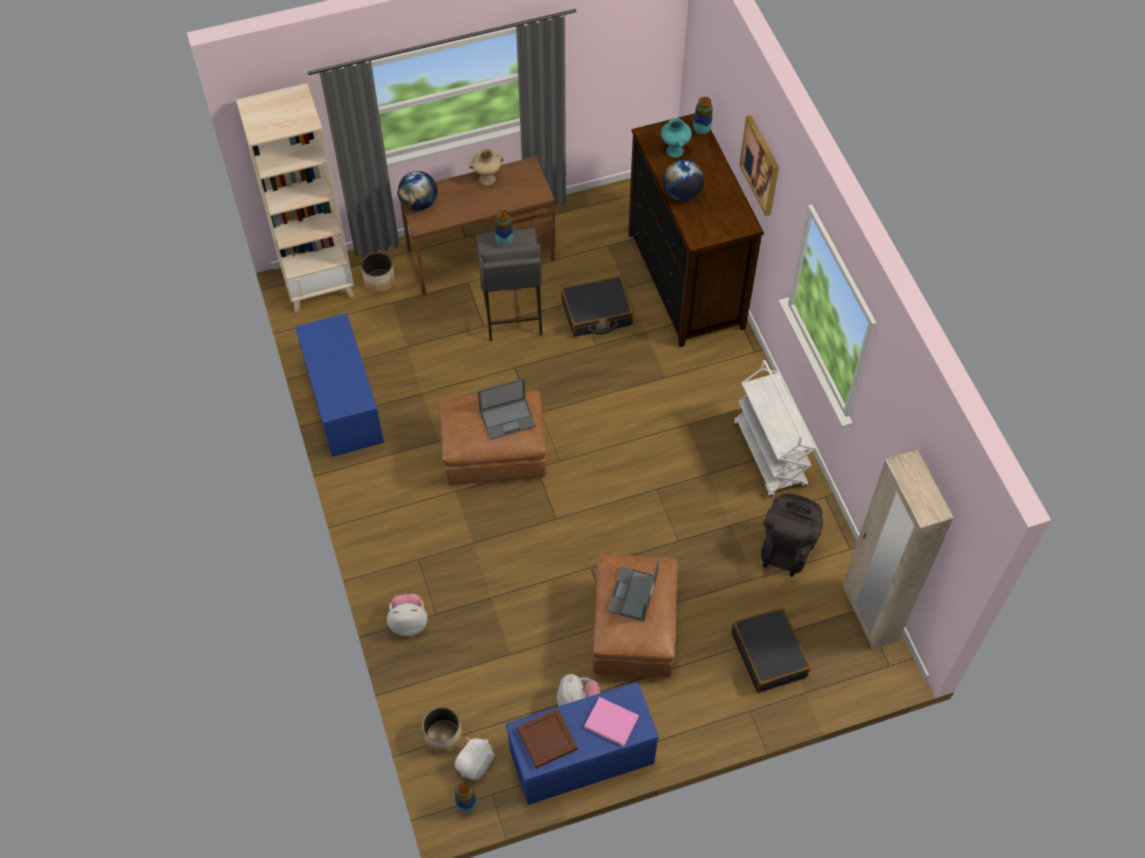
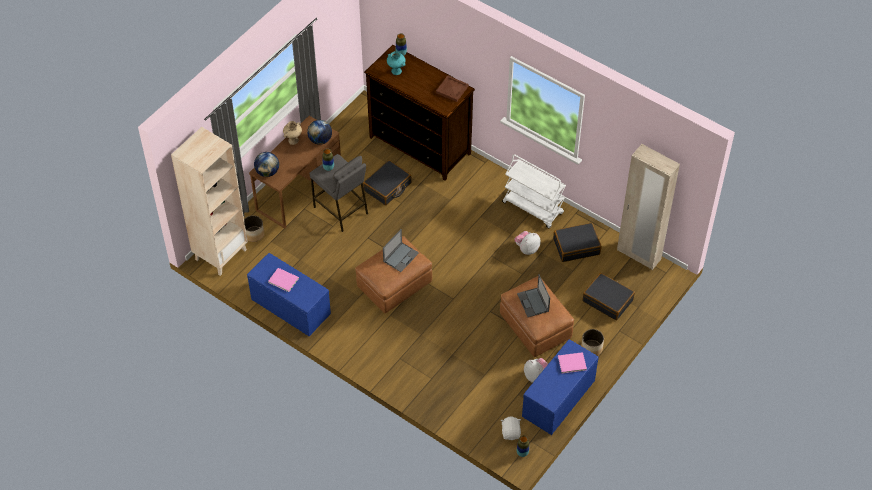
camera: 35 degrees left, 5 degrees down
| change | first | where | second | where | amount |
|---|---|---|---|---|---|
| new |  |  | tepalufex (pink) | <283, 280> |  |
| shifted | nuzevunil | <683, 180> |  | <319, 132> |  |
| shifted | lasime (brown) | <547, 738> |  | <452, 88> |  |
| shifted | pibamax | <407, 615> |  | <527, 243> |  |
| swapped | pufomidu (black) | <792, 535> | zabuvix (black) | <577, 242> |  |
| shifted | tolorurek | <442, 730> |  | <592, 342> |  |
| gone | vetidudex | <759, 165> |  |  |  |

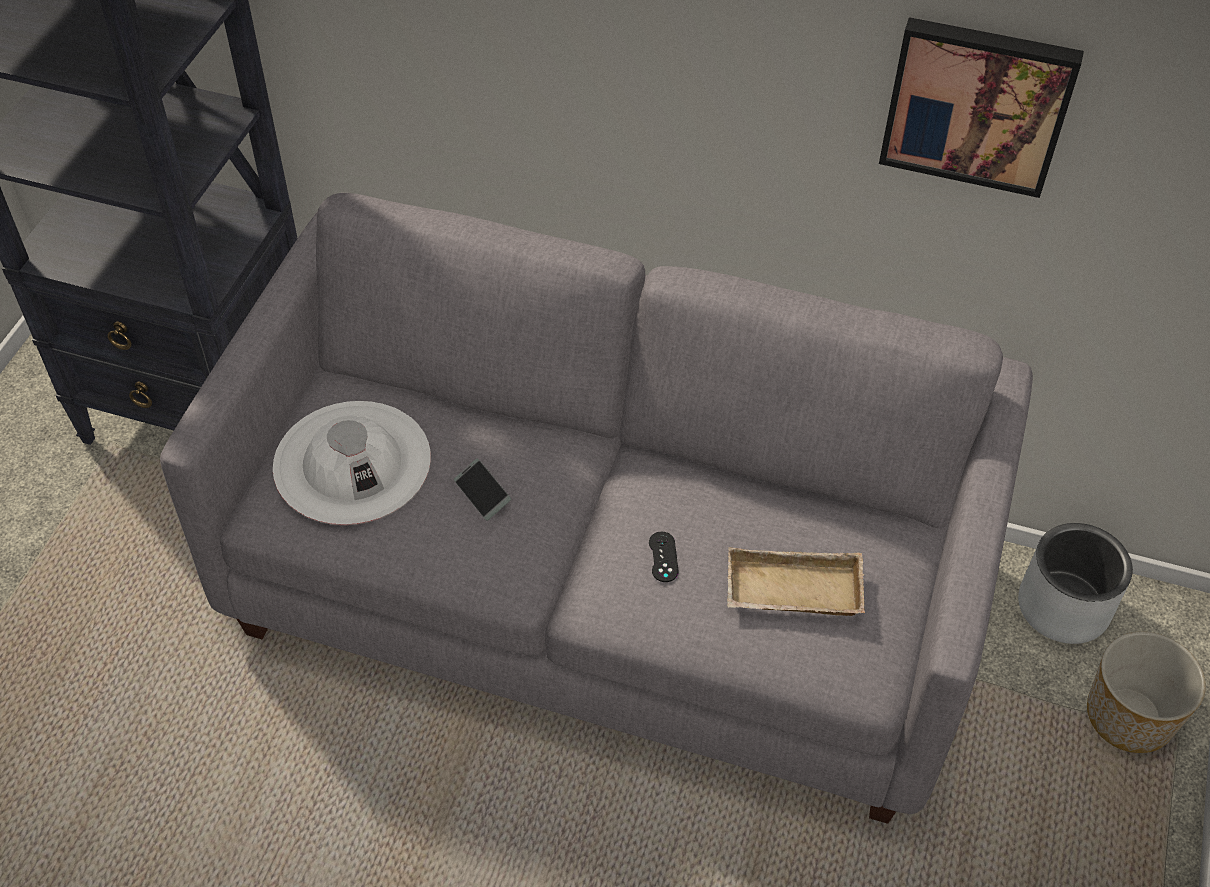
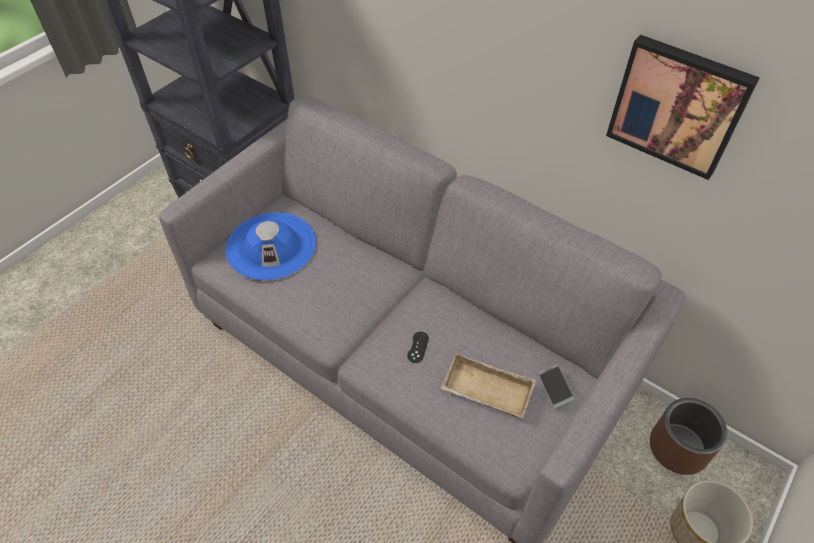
camera: 20 degrees right, 0 degrees up
| change | first | where | second | where | amount |
|---|---|---|---|---|---|
| repainted | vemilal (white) | <352, 463> | vemilal (blue) | <271, 246> |  |
| shifted | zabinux | <482, 490> |  | <556, 386> |  |
| repainted | tolorurek (grey) | <1075, 583> | tolorurek (brown) | <689, 436> |  |

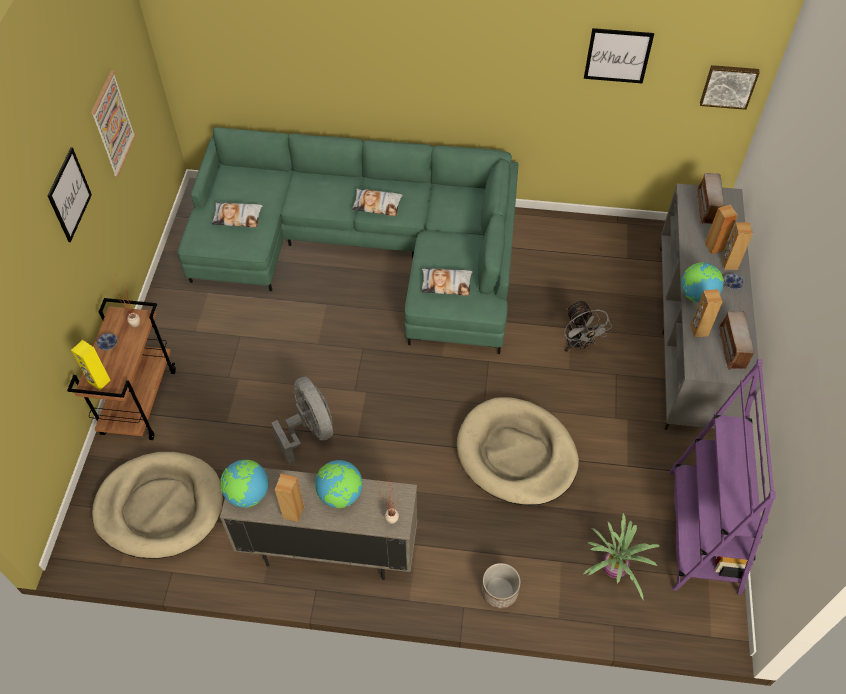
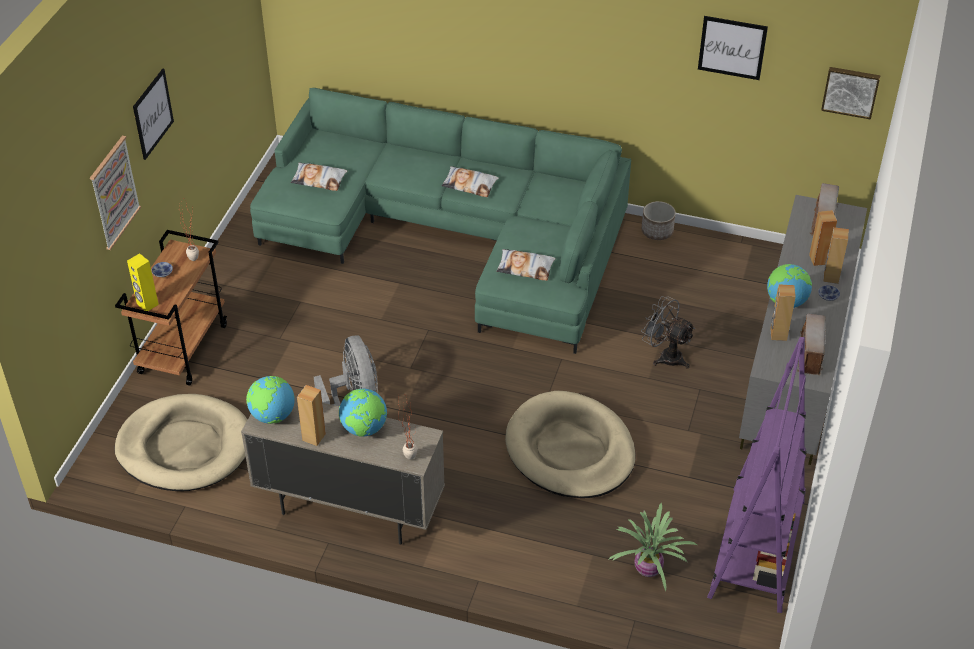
camera: 10 degrees right, 10 degrees down
| change | first | where | second | where | amount |
|---|---|---|---|---|---|
| shifted | vetidudex | <113, 123> |  | <115, 193> |  |
| rotated | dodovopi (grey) | <588, 326> |  | <668, 332> | 135 degrees clockwise |
| shifted | tolorurek | <501, 586> |  | <659, 220> |  |

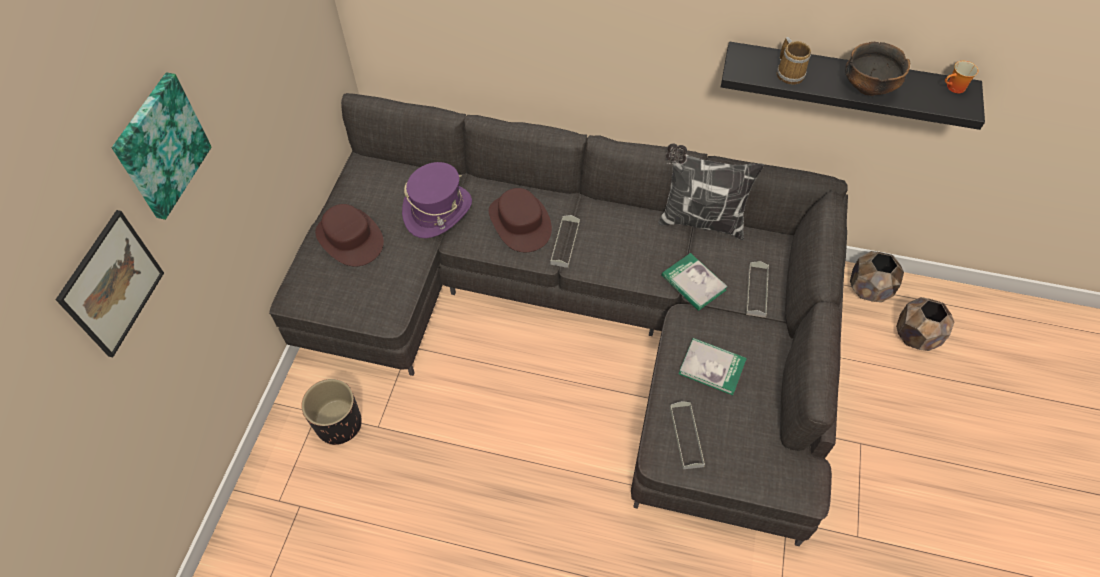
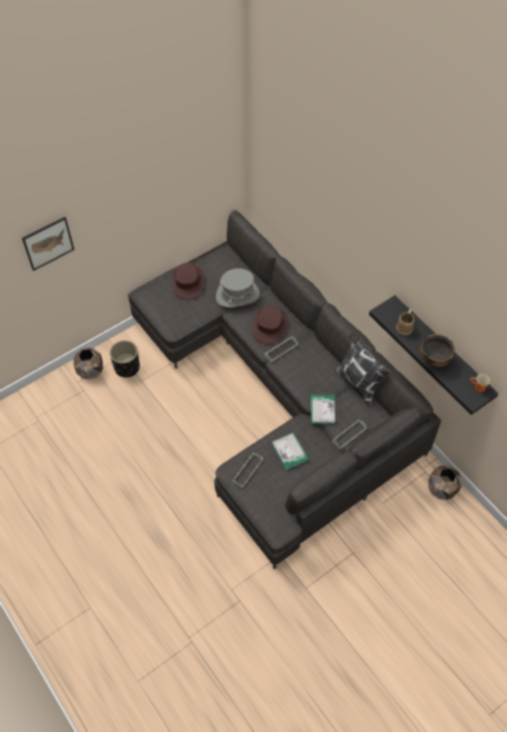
camera: 40 degrees right, 0 degrees up
| change | first | where | second | where | amount |
|---|---|---|---|---|---|
| shifted | tolorurek (brown) | <925, 324> |  | <88, 363> |  |
| repainted | vemilal (purple) | <437, 200> | vemilal (grey) | <238, 288> |  |
| gone | vetidudex | <161, 146> |  |  |  |

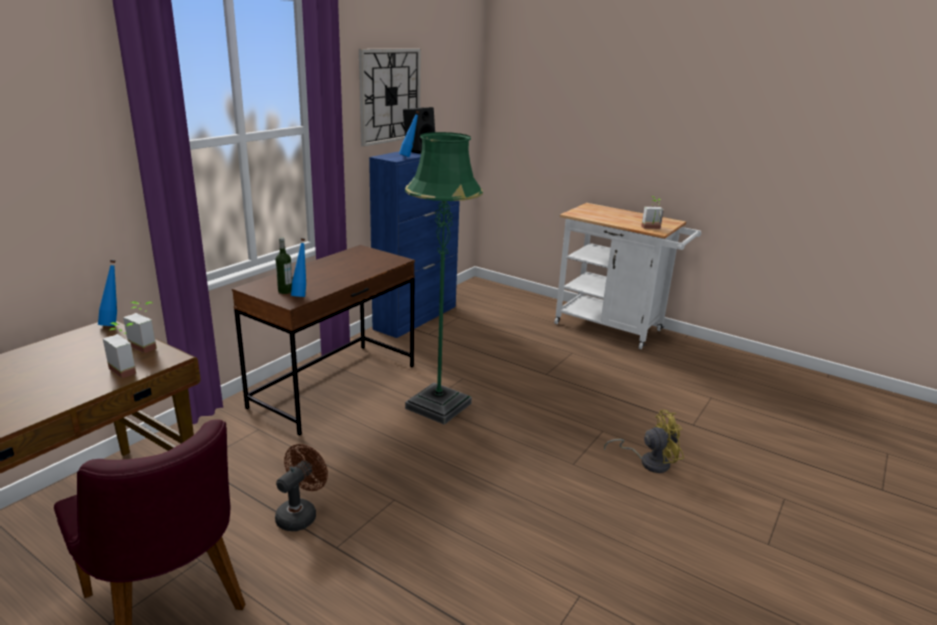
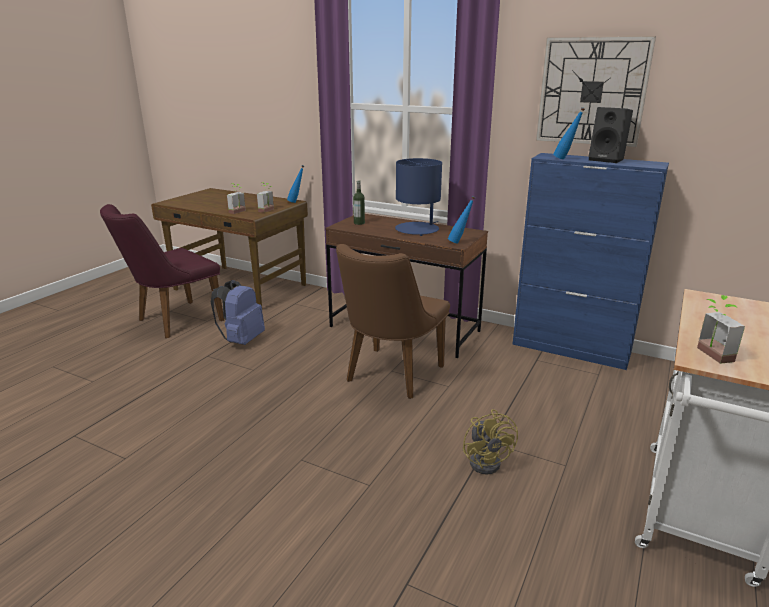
camera: 85 degrees right, 0 degrees up
| change | first | where | second | where | amount |
|---|---|---|---|---|---|
| swapped | dodovopi (brown) | <301, 487> | pufomidu (blue) | <238, 312> |  |
| swapped | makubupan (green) | <444, 278> | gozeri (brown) | <393, 321> |  |
| new |  |  | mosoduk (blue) | <418, 197> |  |
| shifted | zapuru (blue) | <298, 267> |  | <461, 219> |  |
| shifted | dodovopi (yellow) | <644, 441> |  | <490, 442> |  |

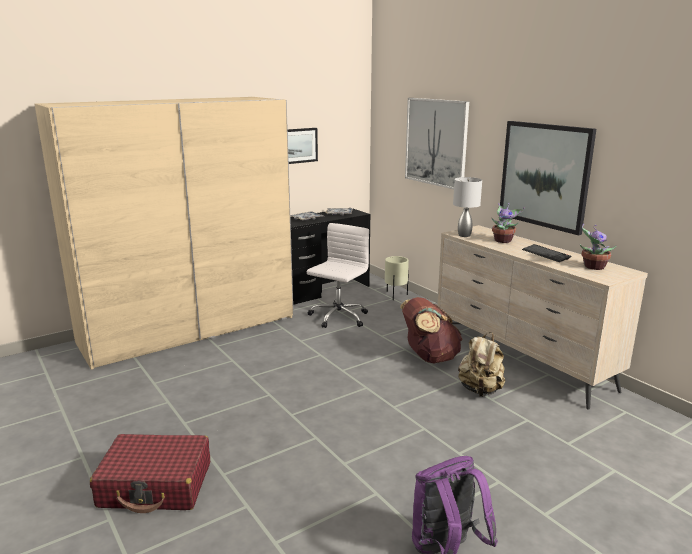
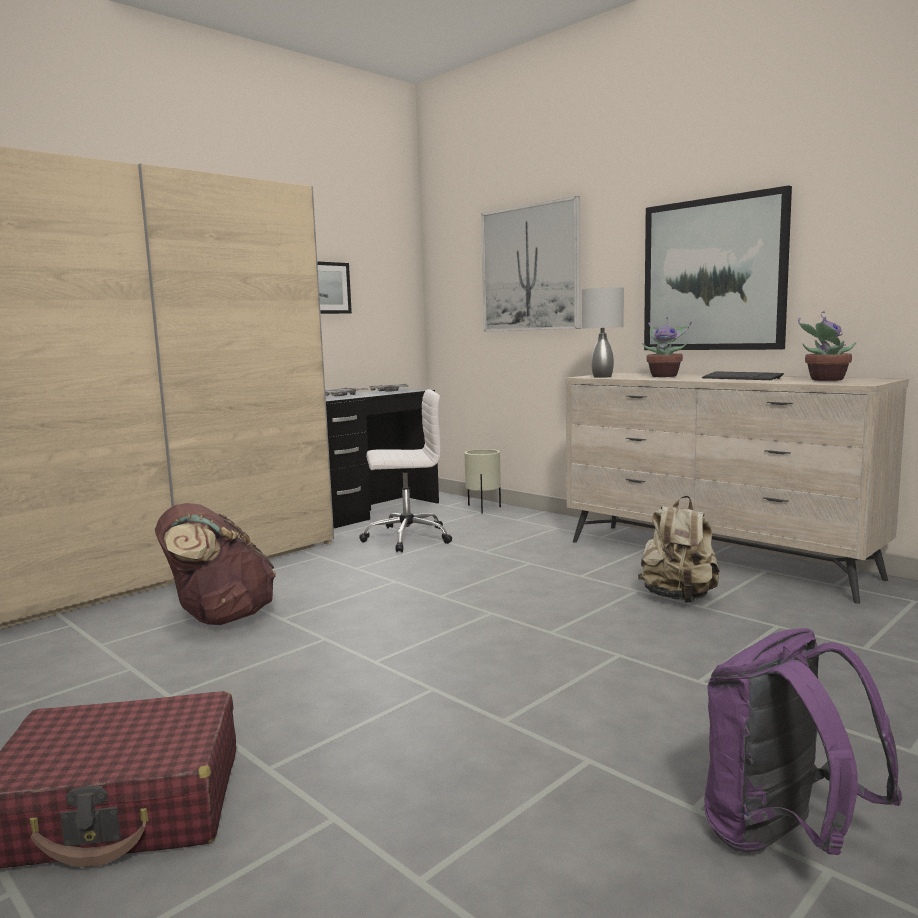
camera: 10 degrees left, 10 degrees down
| change | first | where | second | where | amount |
|---|---|---|---|---|---|
| shifted | pufomidu (brown) | <431, 330> |  | <215, 564> |  |
| rotated | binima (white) | <338, 275> |  | <405, 470> | 60 degrees clockwise |

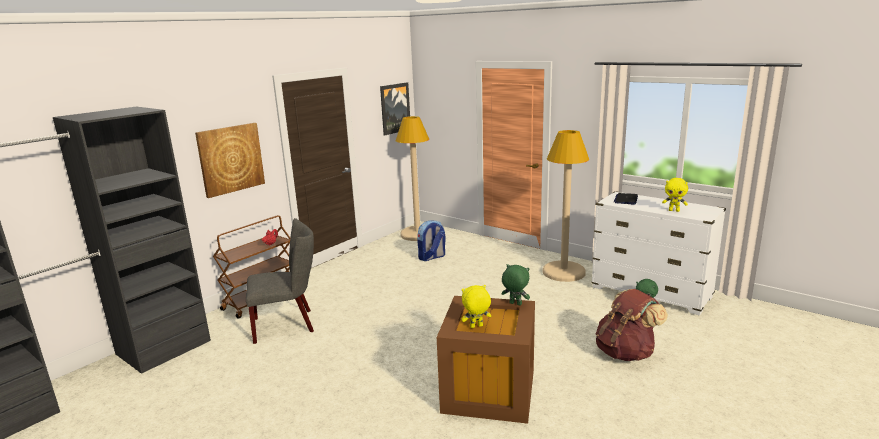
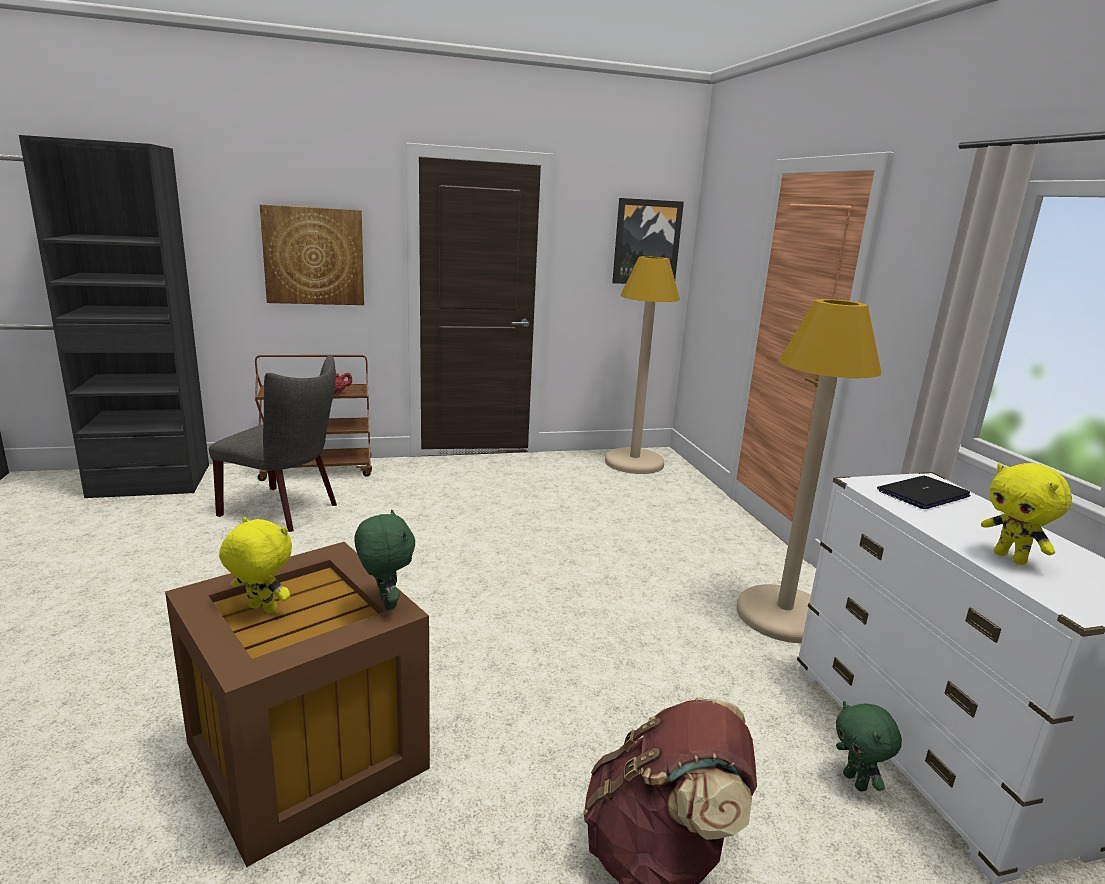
camera: 35 degrees right, 0 degrees up
| change | first | where | second | where | amount |
|---|---|---|---|---|---|
| gone | pufomidu | <431, 241> |  |  |  |

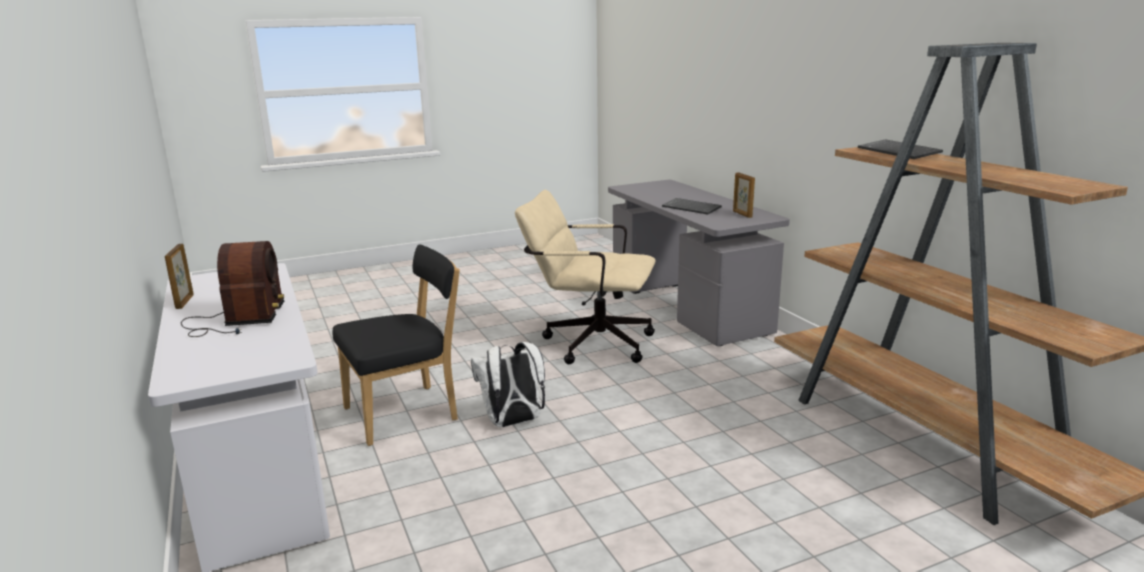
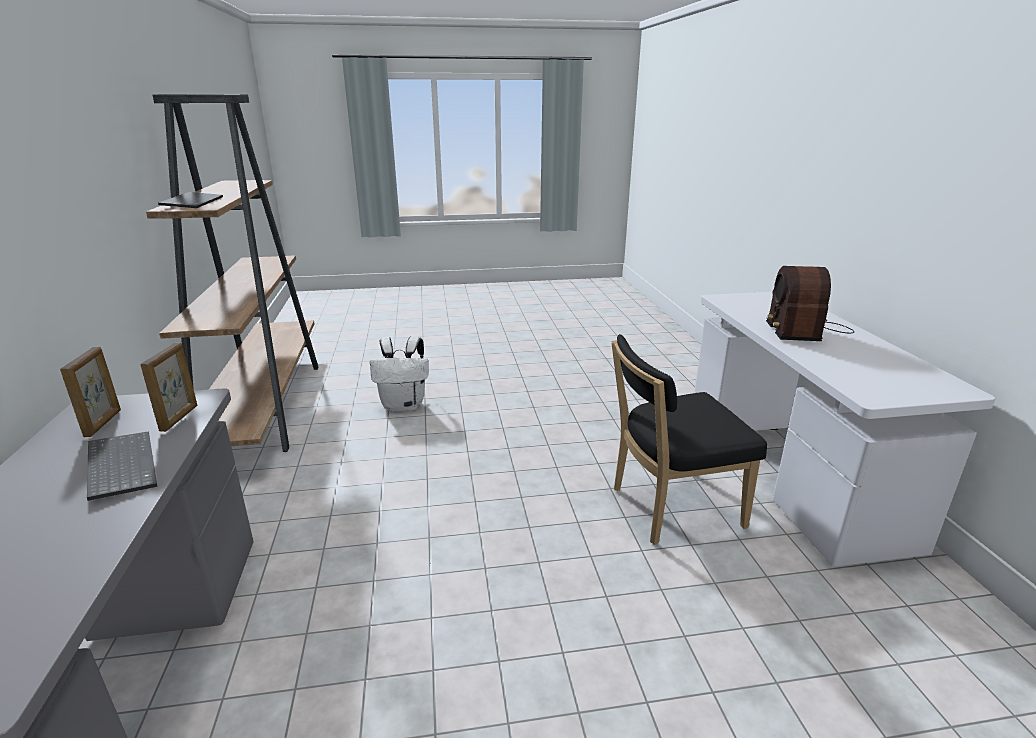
camera: 165 degrees left, 5 degrees up
| change | first | where | second | where | amount |
|---|---|---|---|---|---|
| shifted | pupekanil | <179, 276> |  | <168, 387> |  |
| shifted | pufomidu (white) | <508, 384> |  | <399, 374> |  |
| gone | binima (beige) | <585, 277> |  |  |  |

